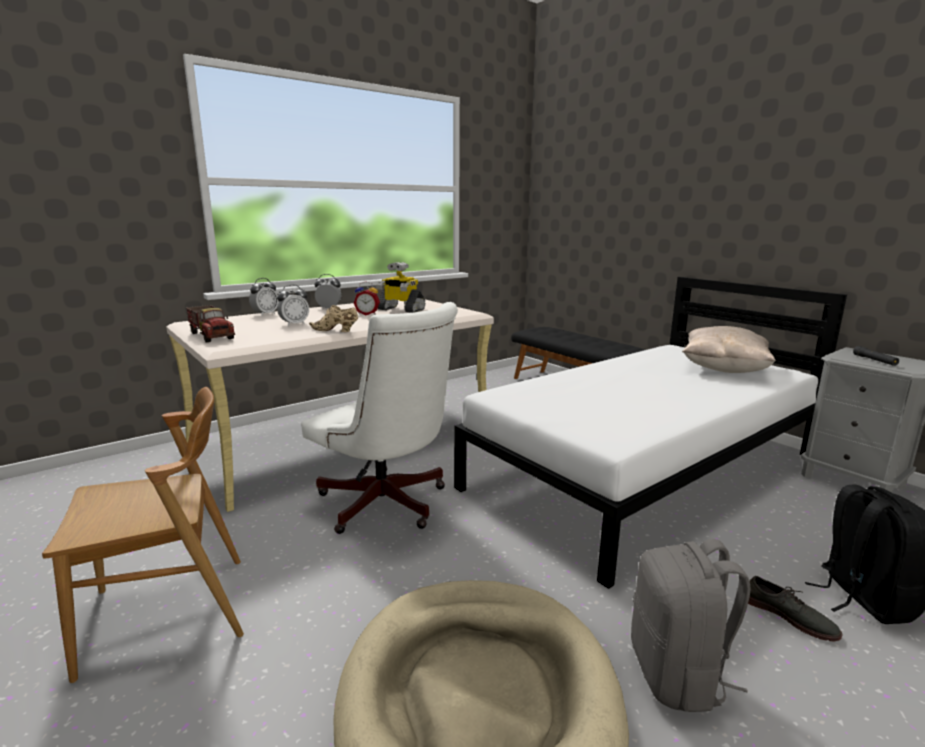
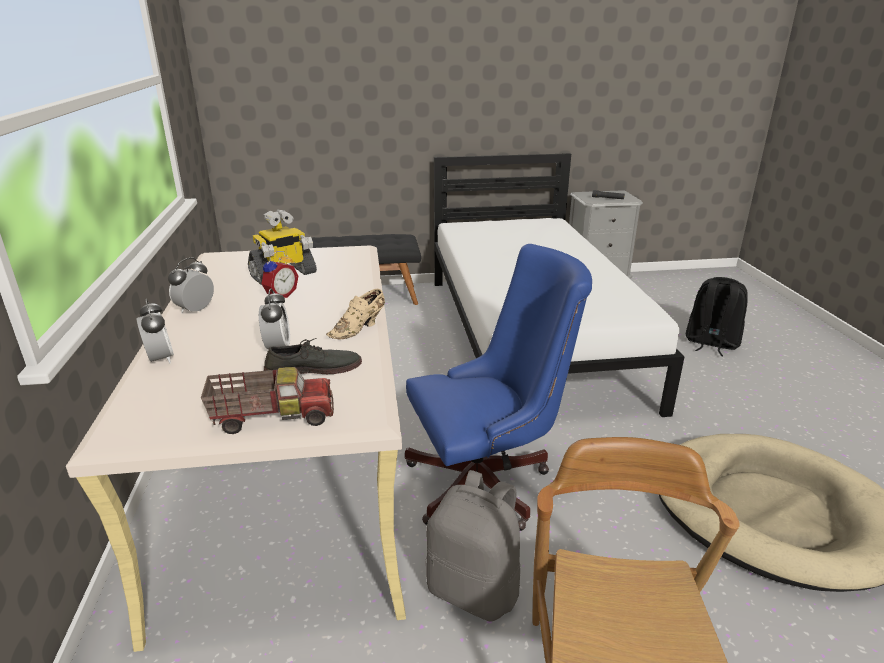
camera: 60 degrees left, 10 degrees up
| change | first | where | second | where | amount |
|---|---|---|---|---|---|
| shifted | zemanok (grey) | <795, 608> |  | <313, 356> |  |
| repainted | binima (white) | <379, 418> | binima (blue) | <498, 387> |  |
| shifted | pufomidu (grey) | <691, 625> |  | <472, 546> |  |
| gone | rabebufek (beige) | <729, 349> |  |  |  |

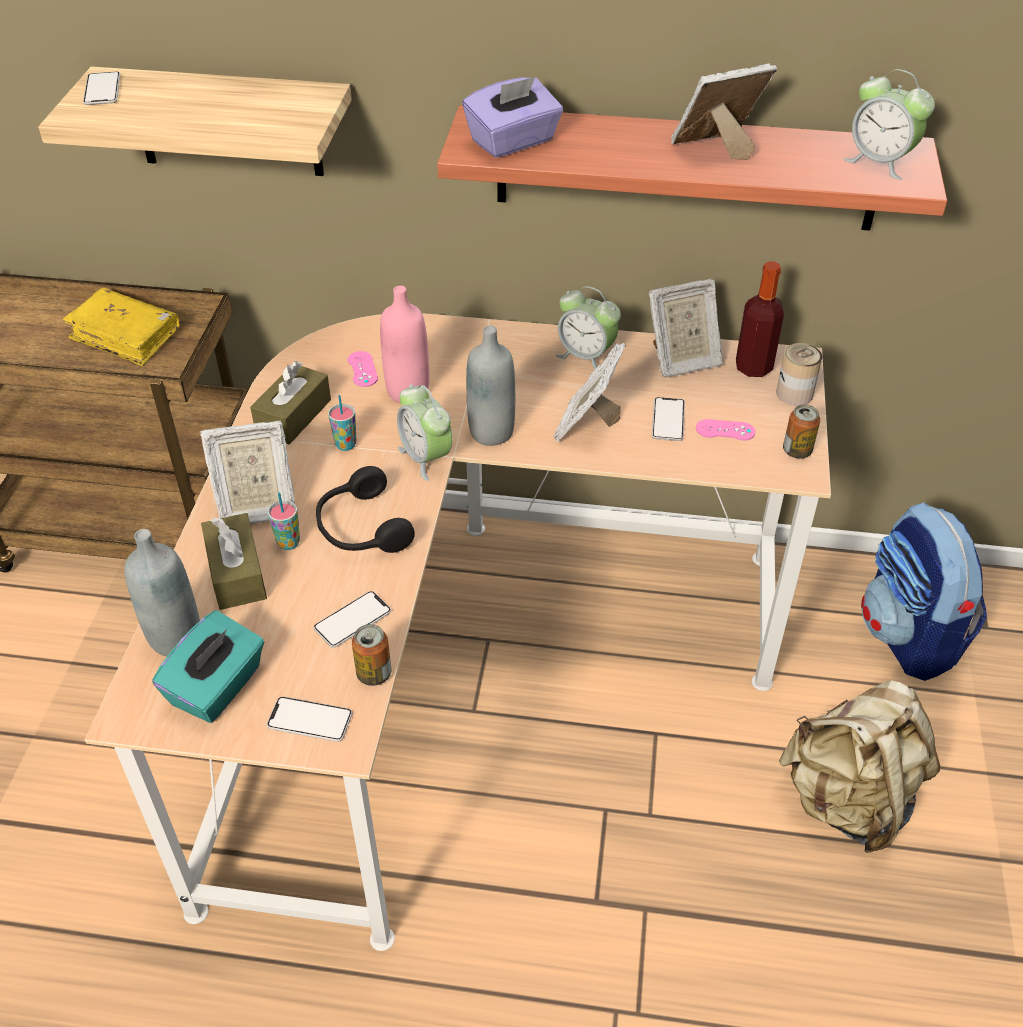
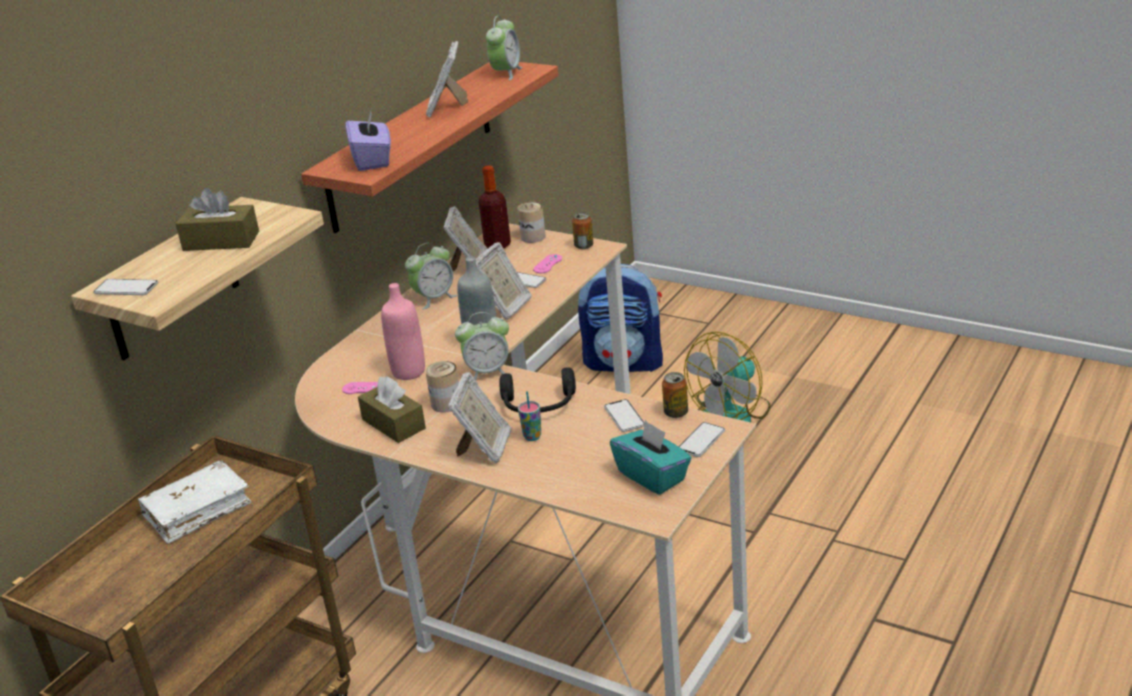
camera: 65 degrees left, 15 degrees down
| change | first | where | second | where | amount |
|---|---|---|---|---|---|
| repainted | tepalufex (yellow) | <121, 327> | tepalufex (white) | <195, 502> |  |
| shifted | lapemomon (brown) | <234, 561> |  | <217, 219> |  |
| swapped | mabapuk | <342, 423> | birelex | <442, 387> |  |
| rotated | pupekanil | <589, 392> |  | <503, 281> | 105 degrees counterclockwise |
| rotated | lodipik | <889, 124> |  | <504, 48> | 45 degrees counterclockwise |
| swapped | pufomidu (beige) | <859, 766> | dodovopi | <727, 377> |  |
| gone | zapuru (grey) | <162, 592> |  |  |  |

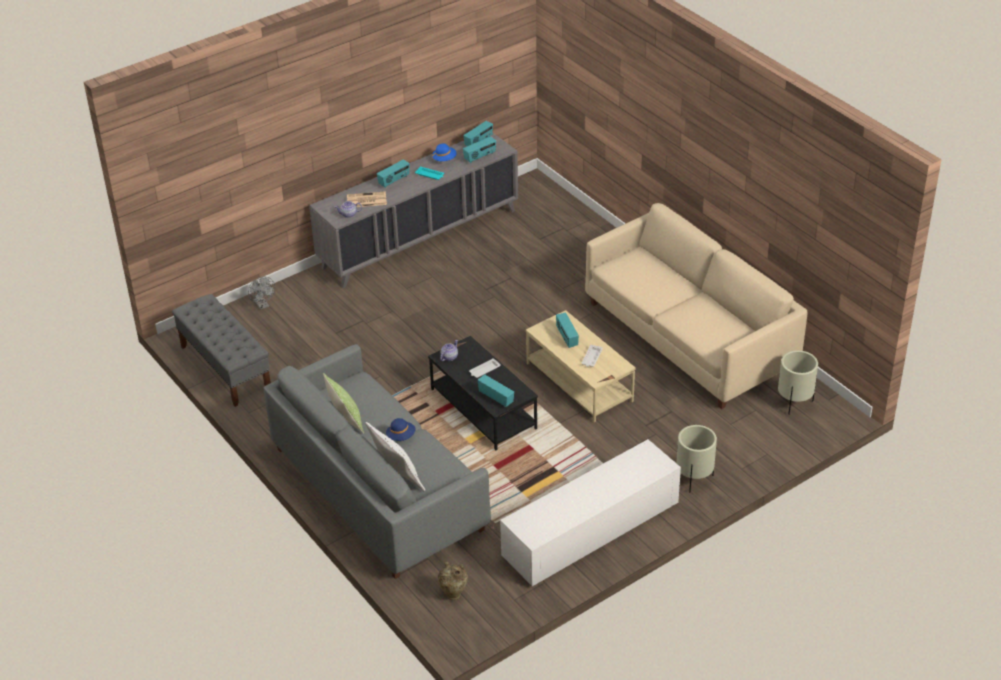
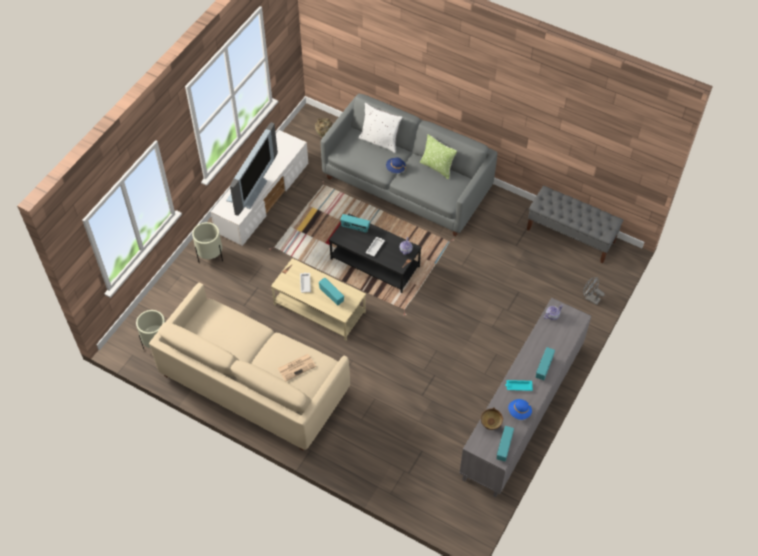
camera: 155 degrees right, 15 degrees up
| change | first | where | second | where | amount |
|---|---|---|---|---|---|
| new |  |  | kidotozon | <252, 169> |  |
| shifted | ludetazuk | <367, 199> |  | <296, 367> |  |
| swapped | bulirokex | <479, 150> | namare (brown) | <492, 418> |  |

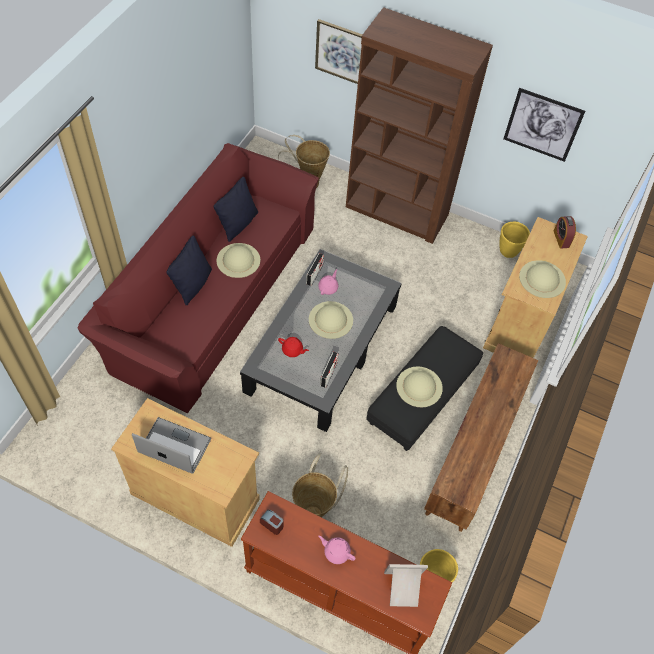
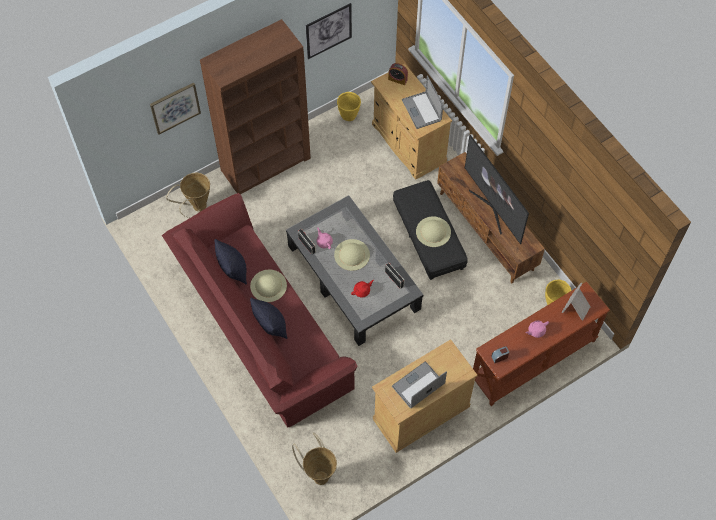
camera: 55 degrees left, 5 degrees up
| change | first | where | second | where | amount |
|---|---|---|---|---|---|
| shifted | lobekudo | <320, 485> |  | <314, 458> |  |
| swapped | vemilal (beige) | <542, 279> | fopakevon | <422, 102> |  |
| new |  |  | kidotozon | <497, 189> |  |

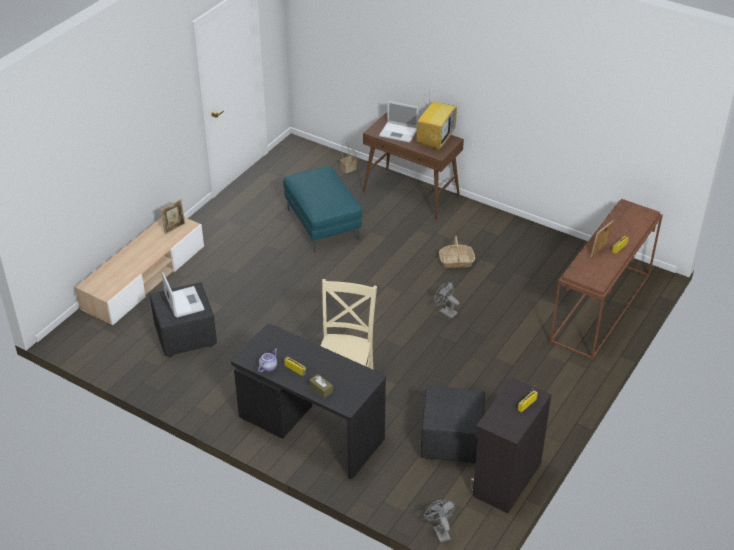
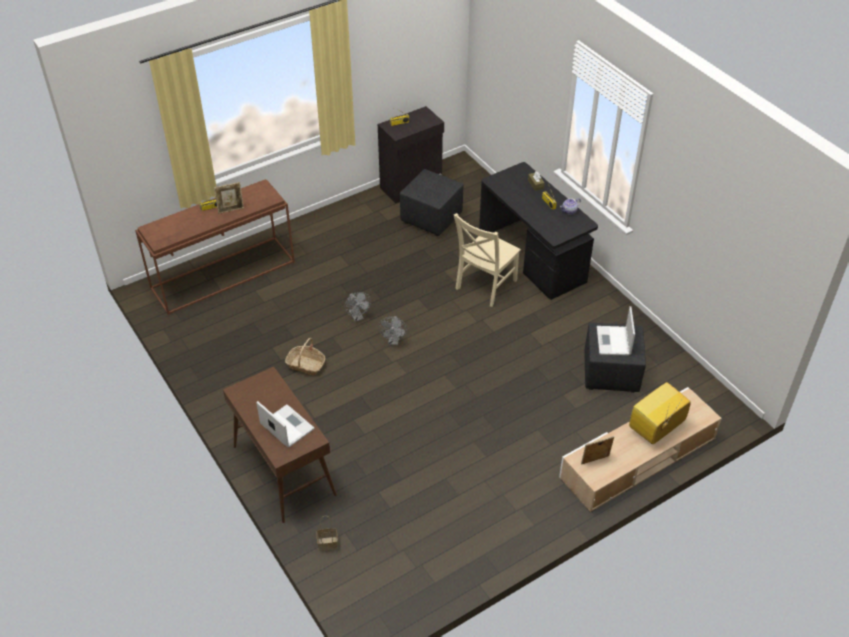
camera: 155 degrees left, 5 degrees up
| change | first | where | second | where | amount |
|---|---|---|---|---|---|
| shifted | dodovopi (grey) | <440, 521> |  | <392, 330> |  |
| shifted | kidotozon | <437, 123> |  | <660, 413> |  |
| gone | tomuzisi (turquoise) | <322, 209> |  |  |  |

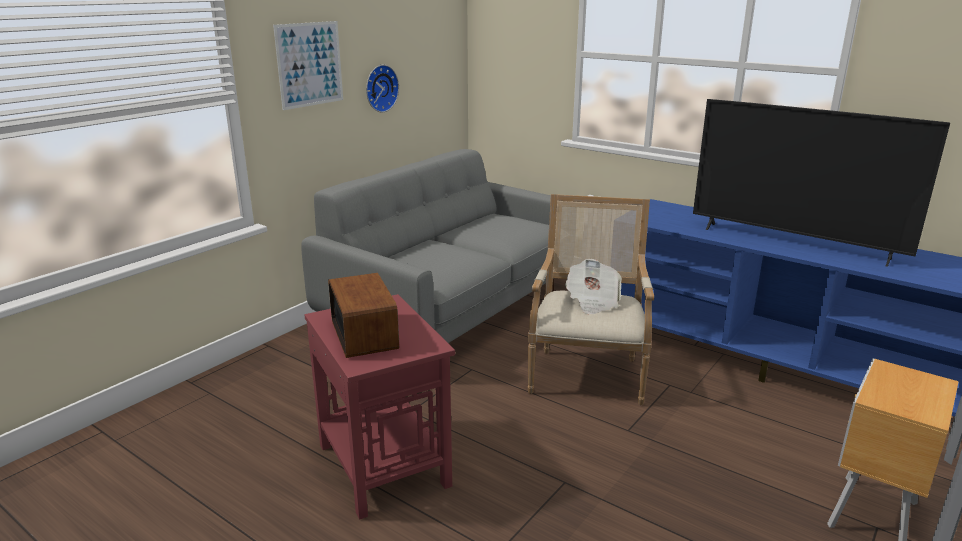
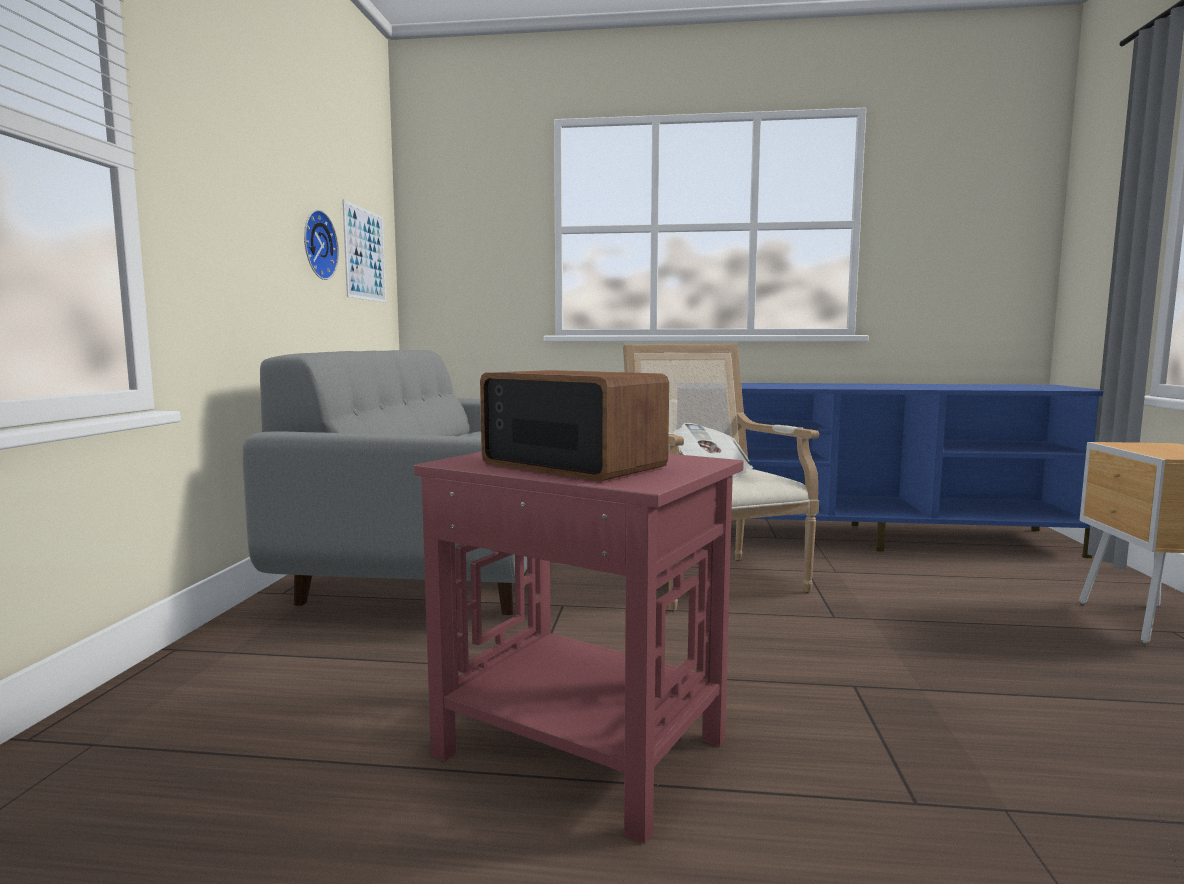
camera: 30 degrees left, 15 degrees down
| change | first | where | second | where | amount |
|---|---|---|---|---|---|
| shifted | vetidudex | <308, 65> |  | <364, 251> |  |
| gone | kidotozon | <821, 183> |  |  |  |

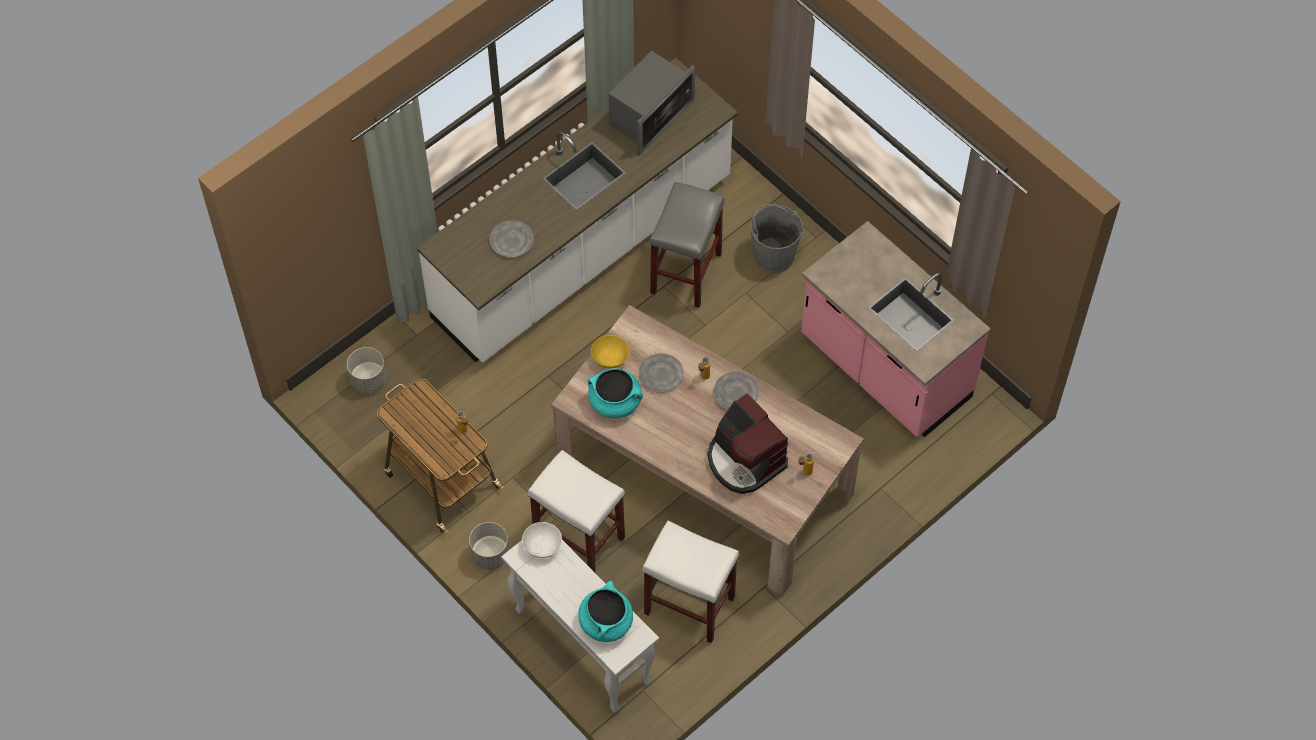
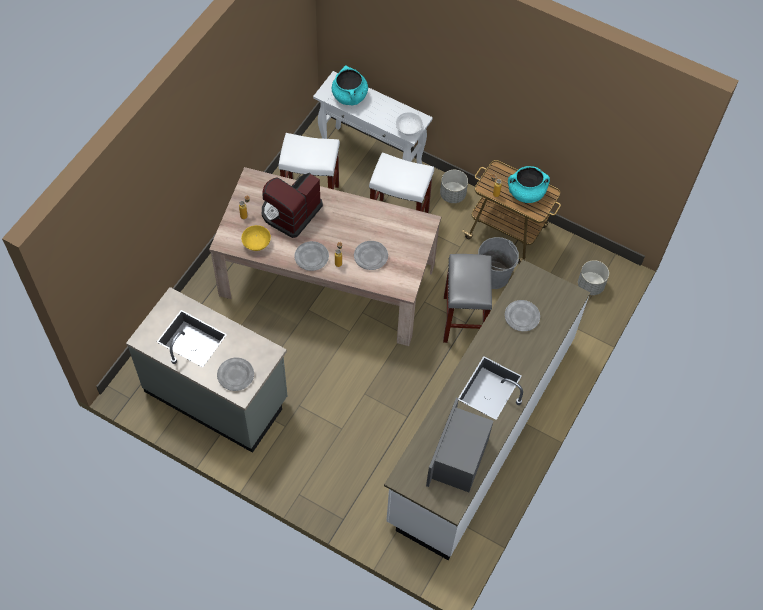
camera: 160 degrees right, 0 degrees up
| change | first | where | second | where | amount |
|---|---|---|---|---|---|
| repainted | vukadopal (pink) | <896, 329> | vukadopal (grey) | <207, 370> |  |
| new |  |  | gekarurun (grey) | <235, 374> |  |
| shifted | namare (yellow) | <610, 351> |  | <256, 238> |  |
| rotated | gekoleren | <747, 443> |  | <292, 205> | 90 degrees counterclockwise |
| shifted | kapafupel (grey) | <686, 245> |  | <467, 298> |  |
| shifted | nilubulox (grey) | <776, 238> |  | <498, 263> |  |
| shifted | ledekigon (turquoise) | <615, 393> |  | <529, 184> |  |

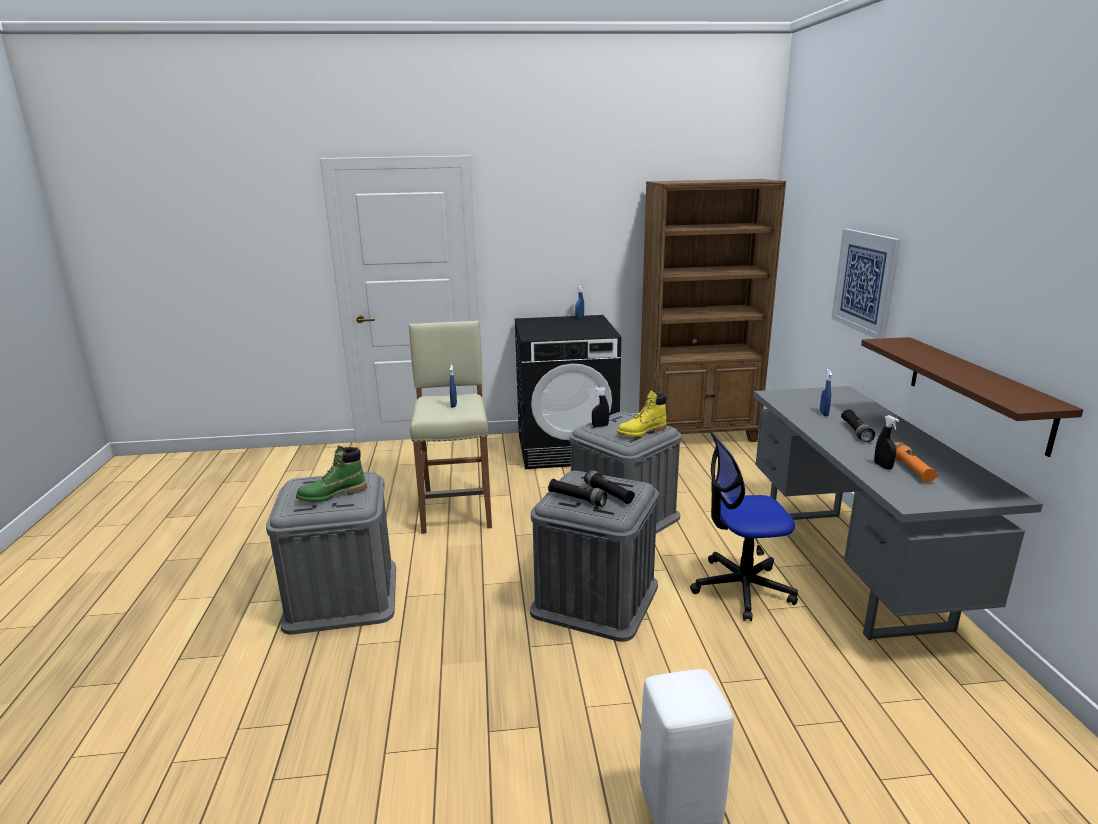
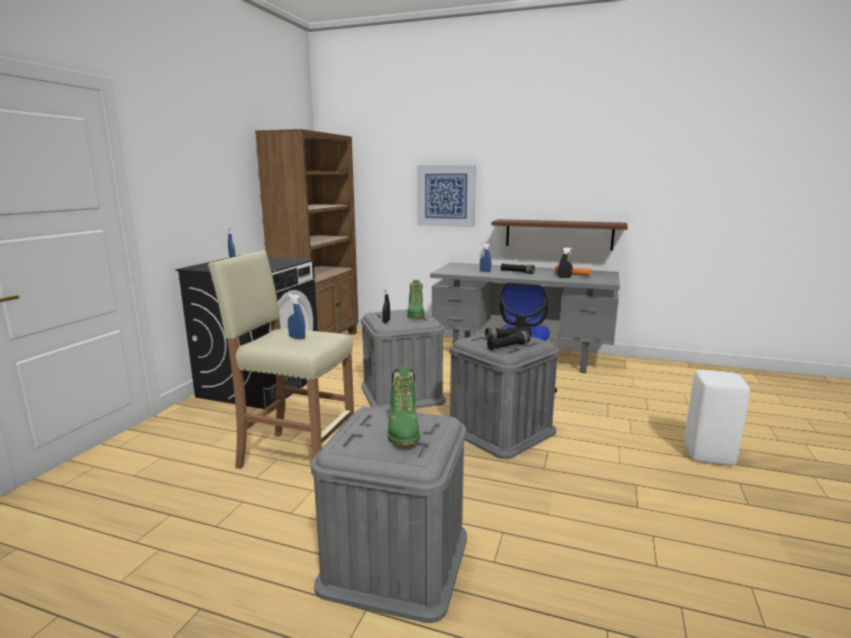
camera: 65 degrees left, 5 degrees down
| change | first | where | second | where | amount |
|---|---|---|---|---|---|
| repainted | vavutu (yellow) | <642, 413> | vavutu (green) | <416, 299> |  |

